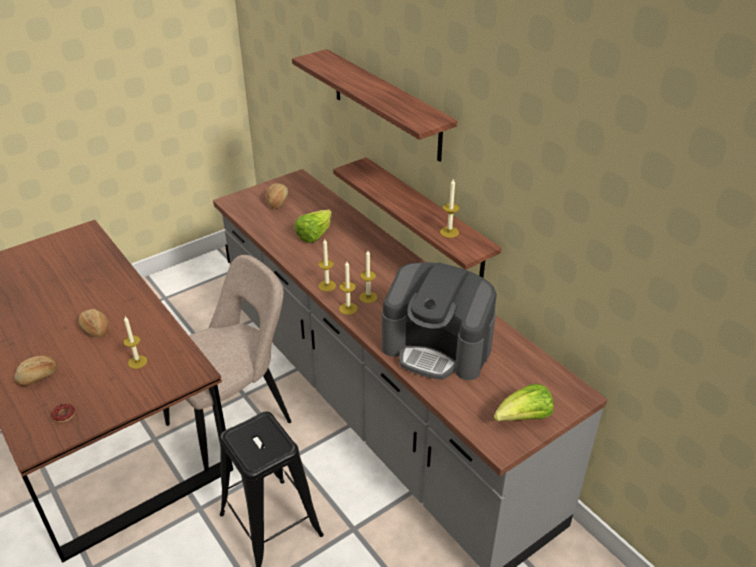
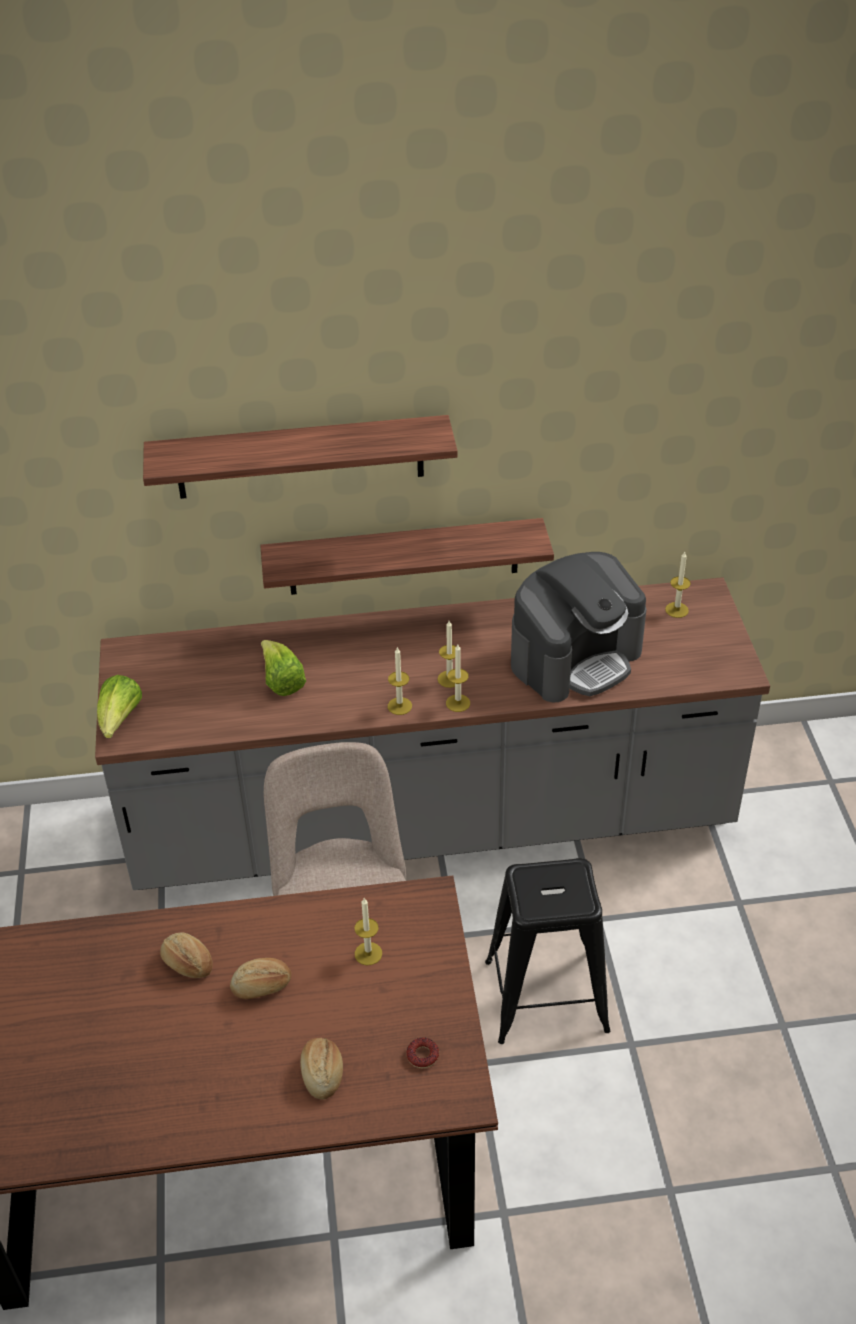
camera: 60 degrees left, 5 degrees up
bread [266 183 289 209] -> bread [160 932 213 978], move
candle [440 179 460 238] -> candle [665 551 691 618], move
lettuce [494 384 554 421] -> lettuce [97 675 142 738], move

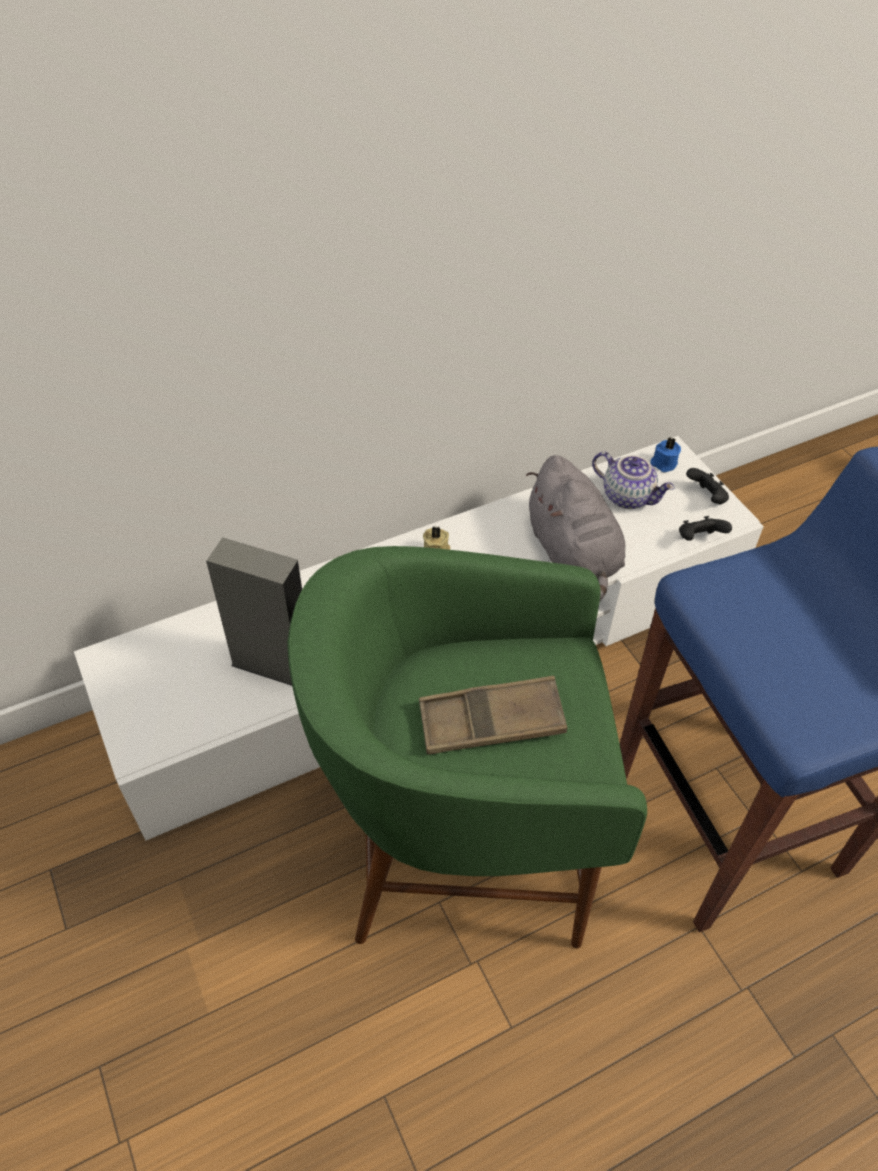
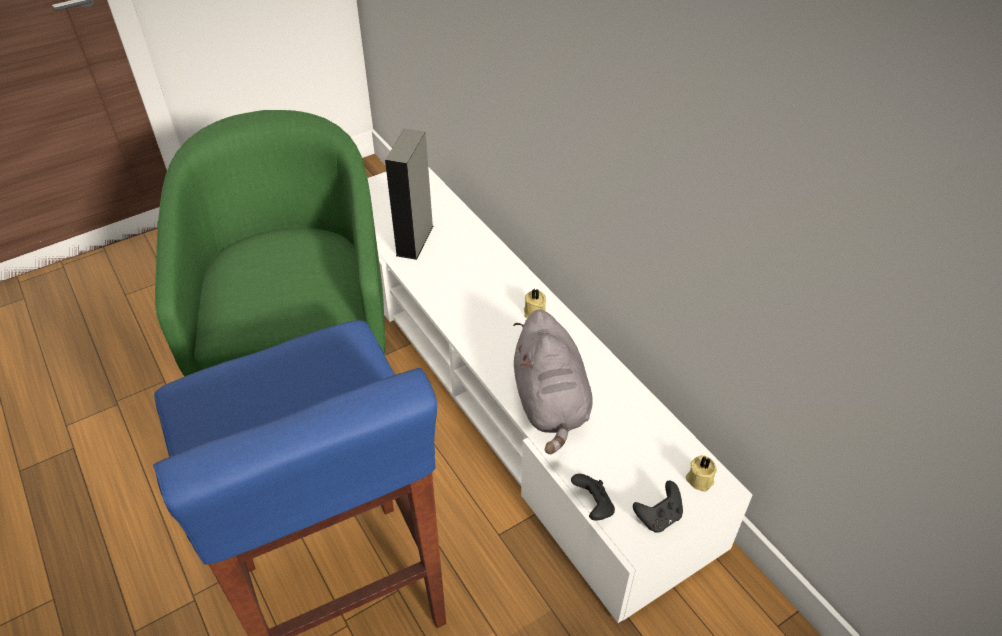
camera: 85 degrees right, 5 degrees down
brown tray [419 676 567 754] -> none
teapot [592 452 675 509] -> none
blue candle [650 437 681 472] -> beige candle [686 455 717 492]
grey plush toy [526 455 625 601] -> grey plush toy [513 310 592 454], 75 degrees counterclockwise

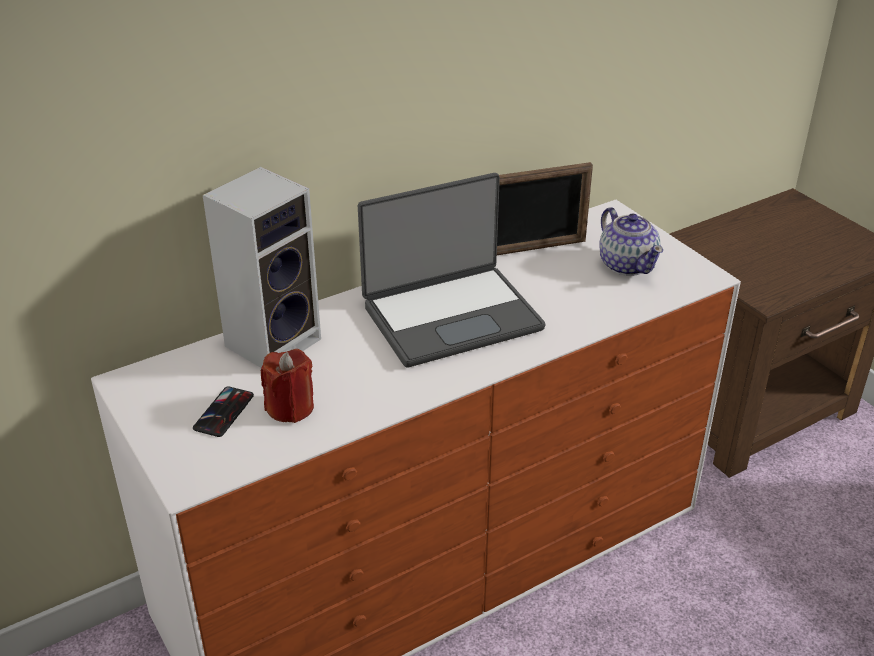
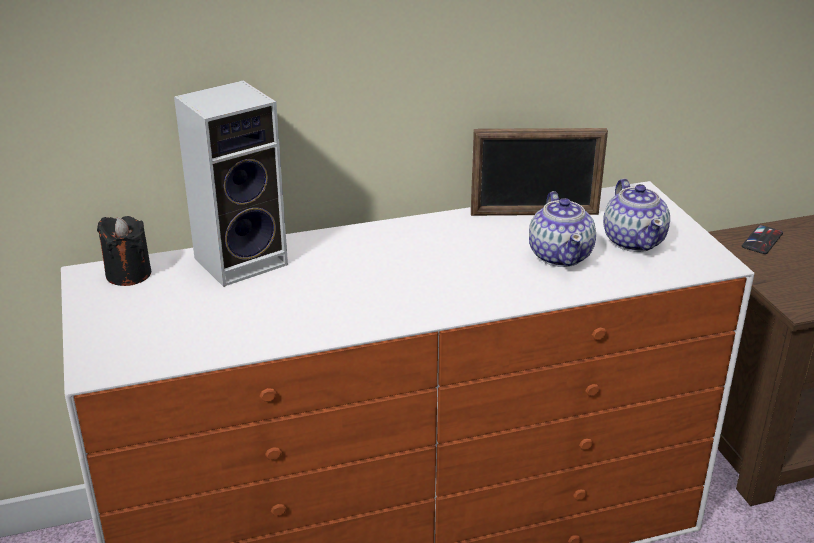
camera: 15 degrees right, 5 degrees down
red candle [261 349 314 423] -> none
laptop [358 173 545 368] -> none
none -> black candle [97 216 151 286]
none -> teapot [529 191 596 267]
phone [193 386 254 437] -> phone [742 225 783 254], move

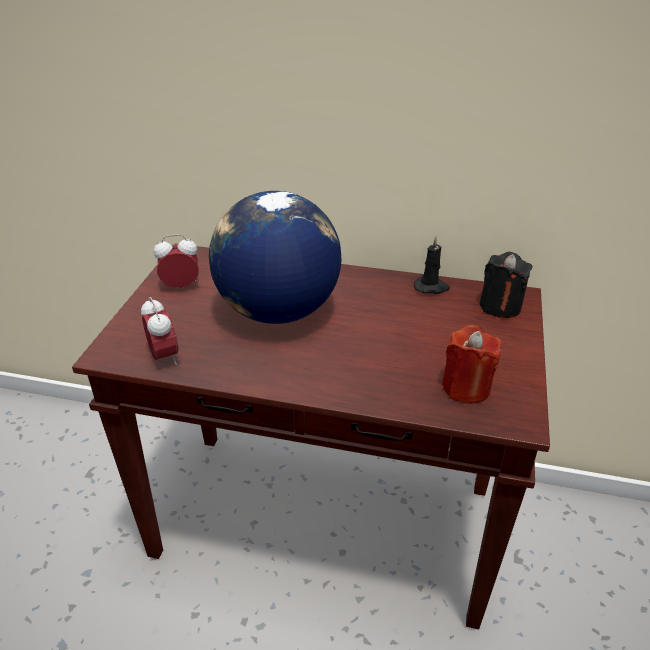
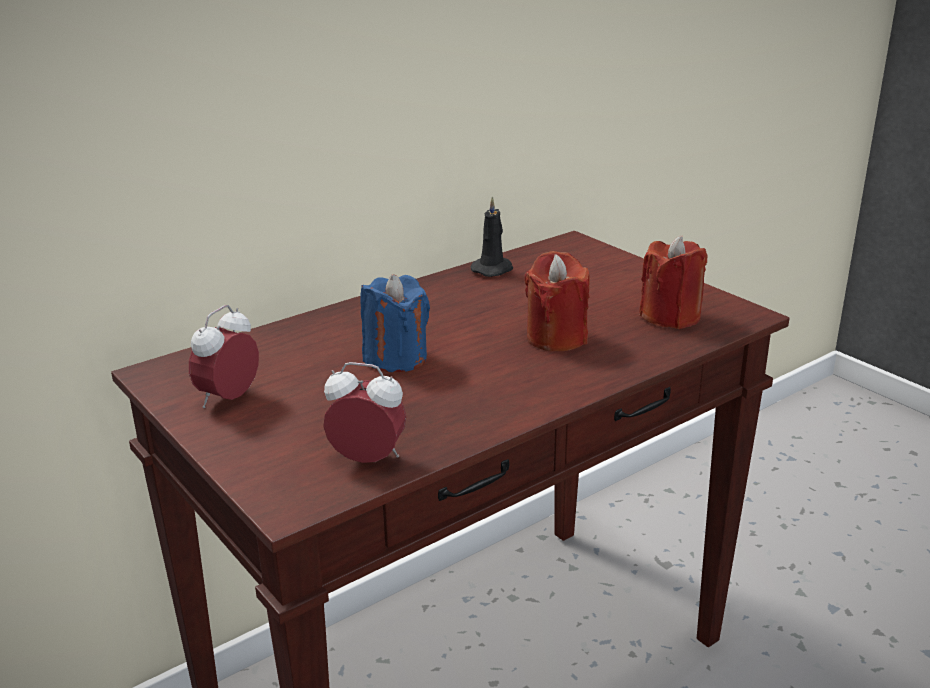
camera: 50 degrees left, 10 degrees down
black candle [480 252 532 318] -> none
none -> red candle [525 251 590 351]
globe [209 191 341 324] -> blue candle [360 274 430 373]

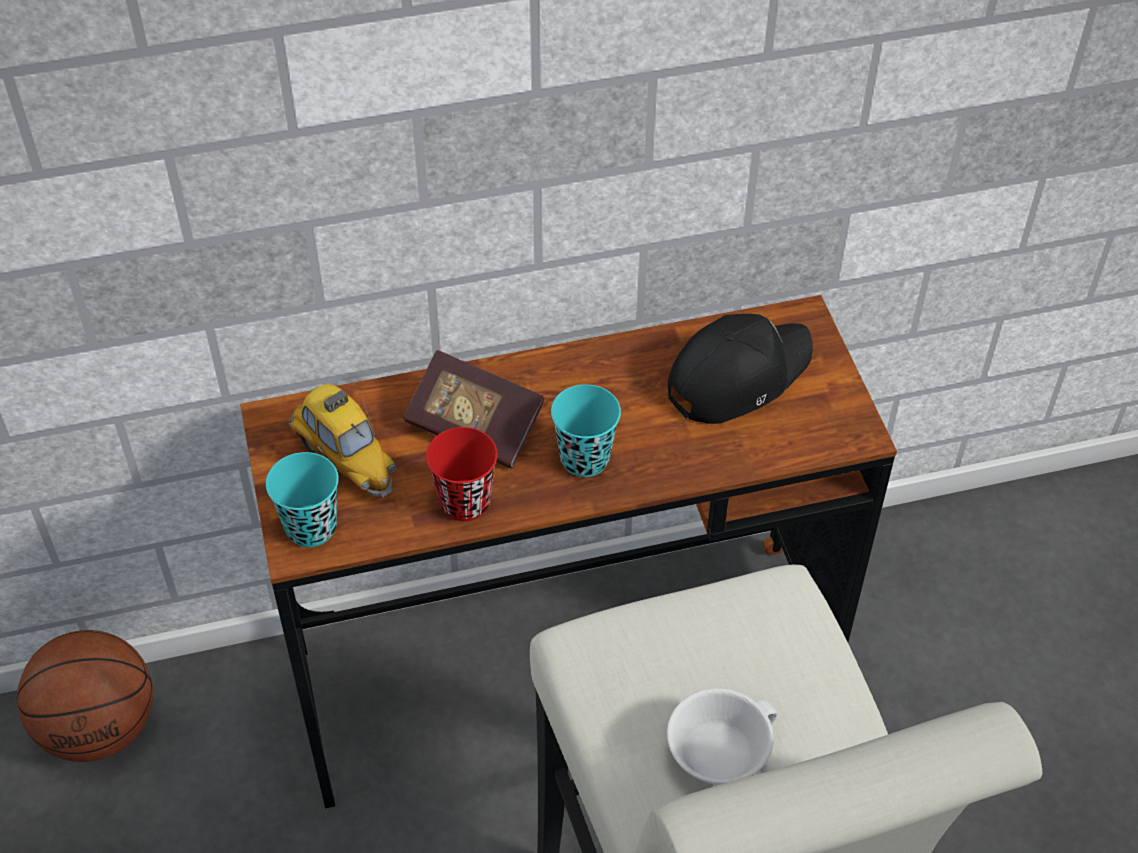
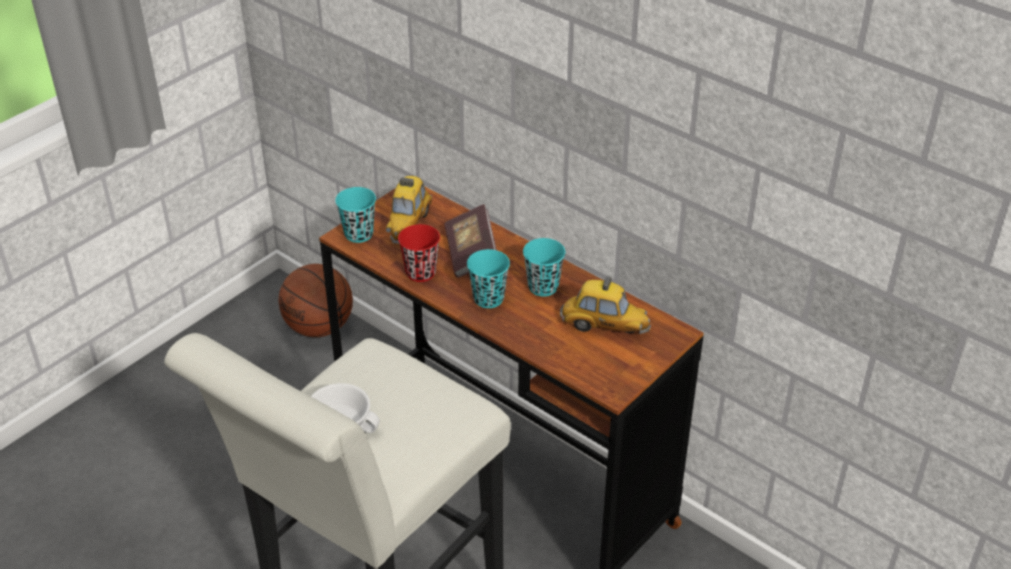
camera: 55 degrees right, 10 degrees down
none -> turquoise cup [523 238 565 297]
black cap [668 314 813 424] -> toy car [560 276 651 334]

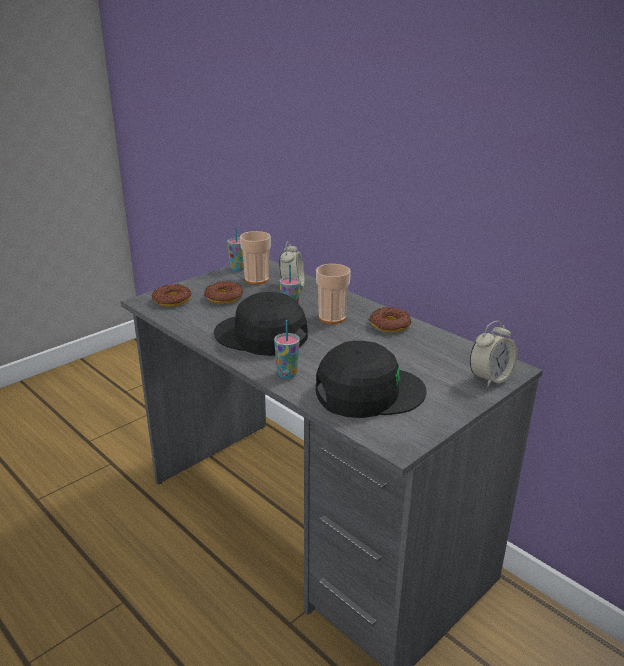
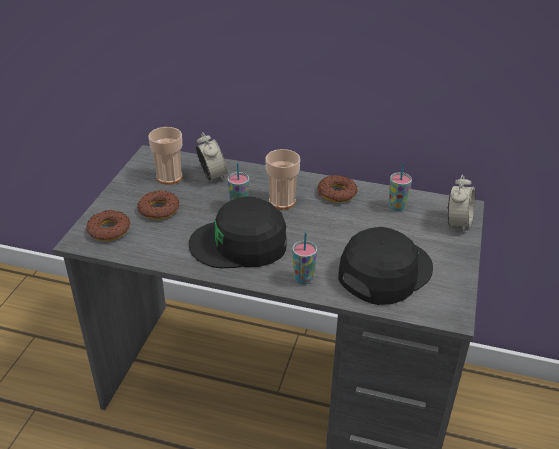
camera: 30 degrees left, 10 degrees up
cup [227 226 244 271] -> cup [389 163 412 211], move

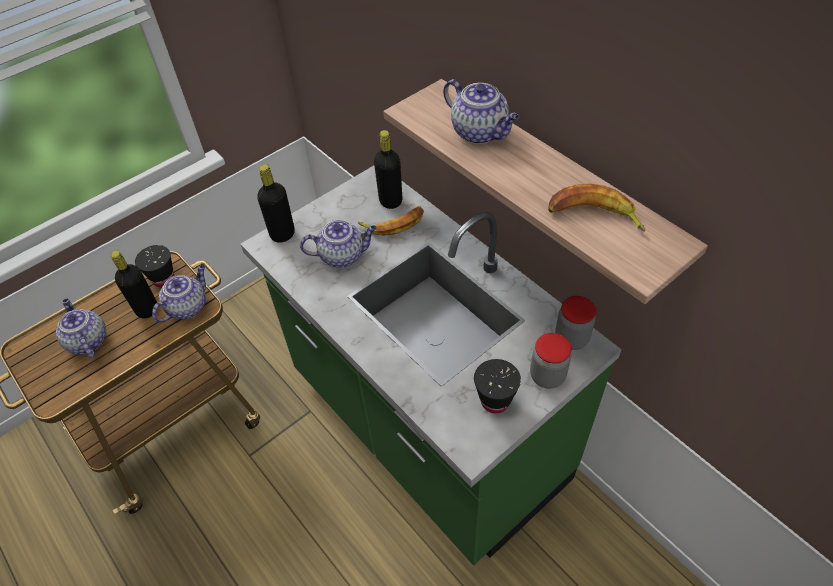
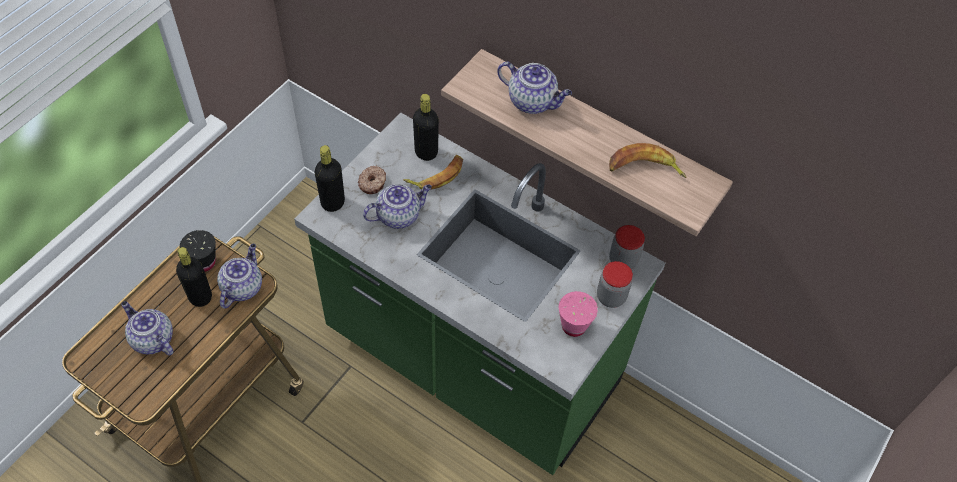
camera: 20 degrees left, 5 degrees up
none -> donut [358 166 386 194]
black cup [474 359 521 414] -> pink cup [559 291 598 337]

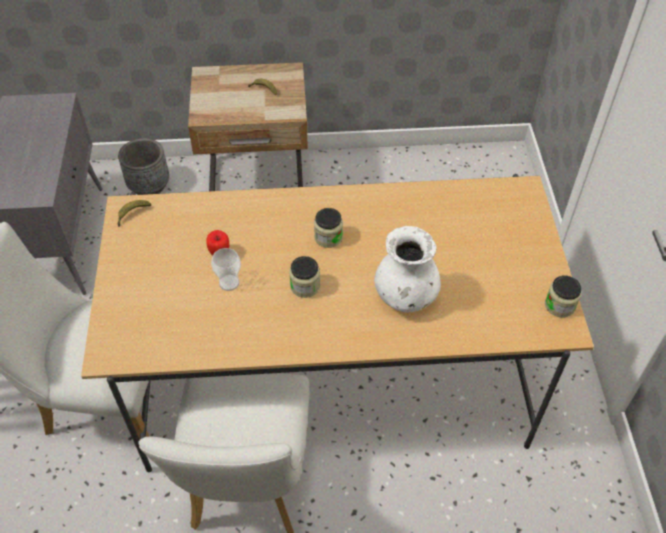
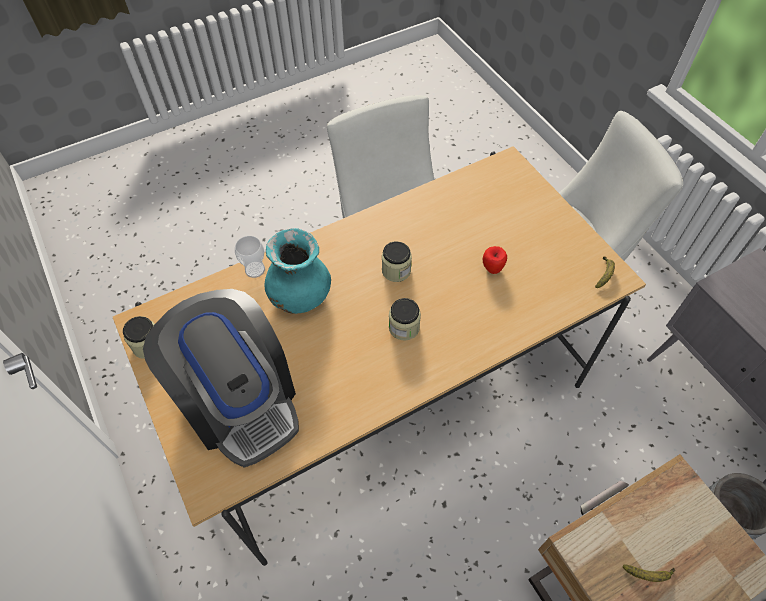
camera: 155 degrees right, 5 degrees up
none -> coffee machine [143 289 299 468]
cup [211 248 241 291] -> cup [235 236 265 278], move
white vase [374 226 441 312] -> turquoise vase [264 228 331 314]

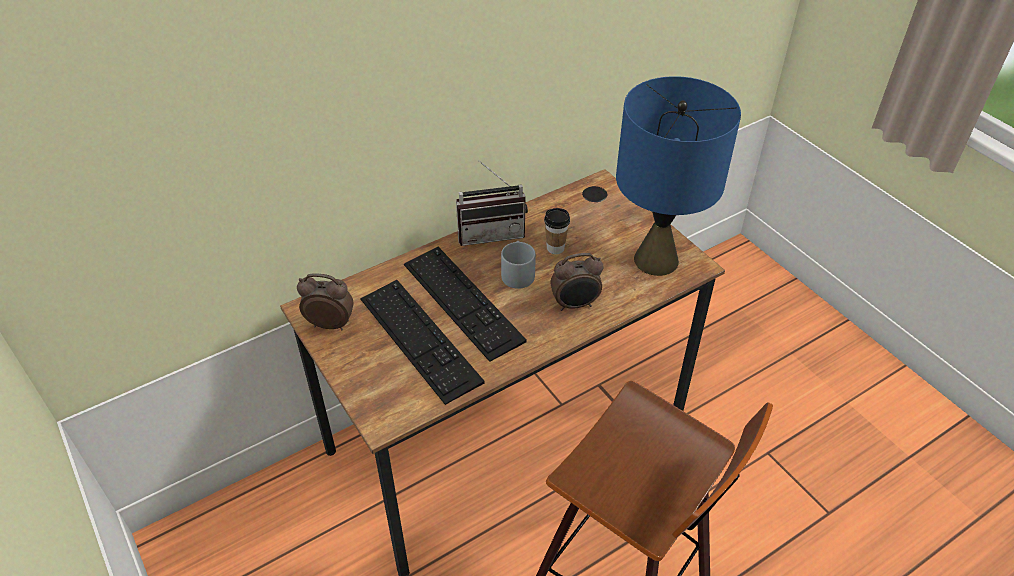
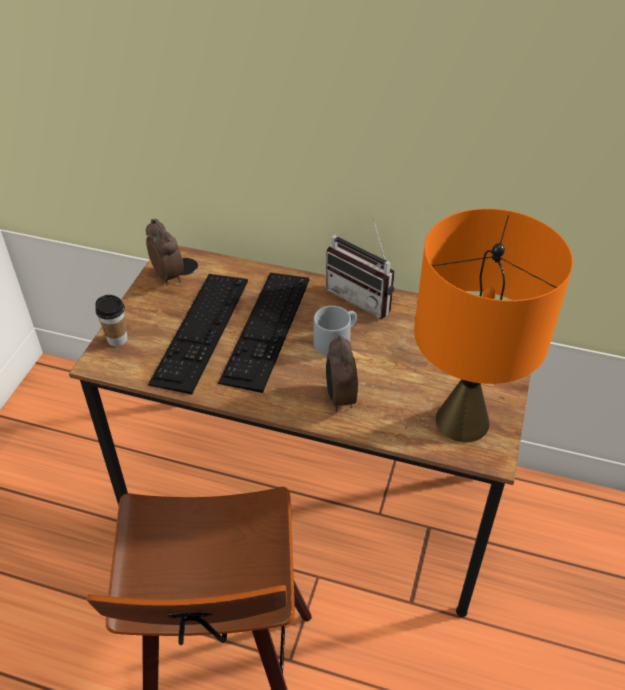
camera: 50 degrees right, 0 degrees up
cup [544 208 570 254] -> cup [95 295 127 346], move
blue table lamp [616 76 741 276] -> orange table lamp [414 209 573 442]
alarm clock [551 253 604 311] -> alarm clock [326 335 358 411], 45 degrees clockwise

